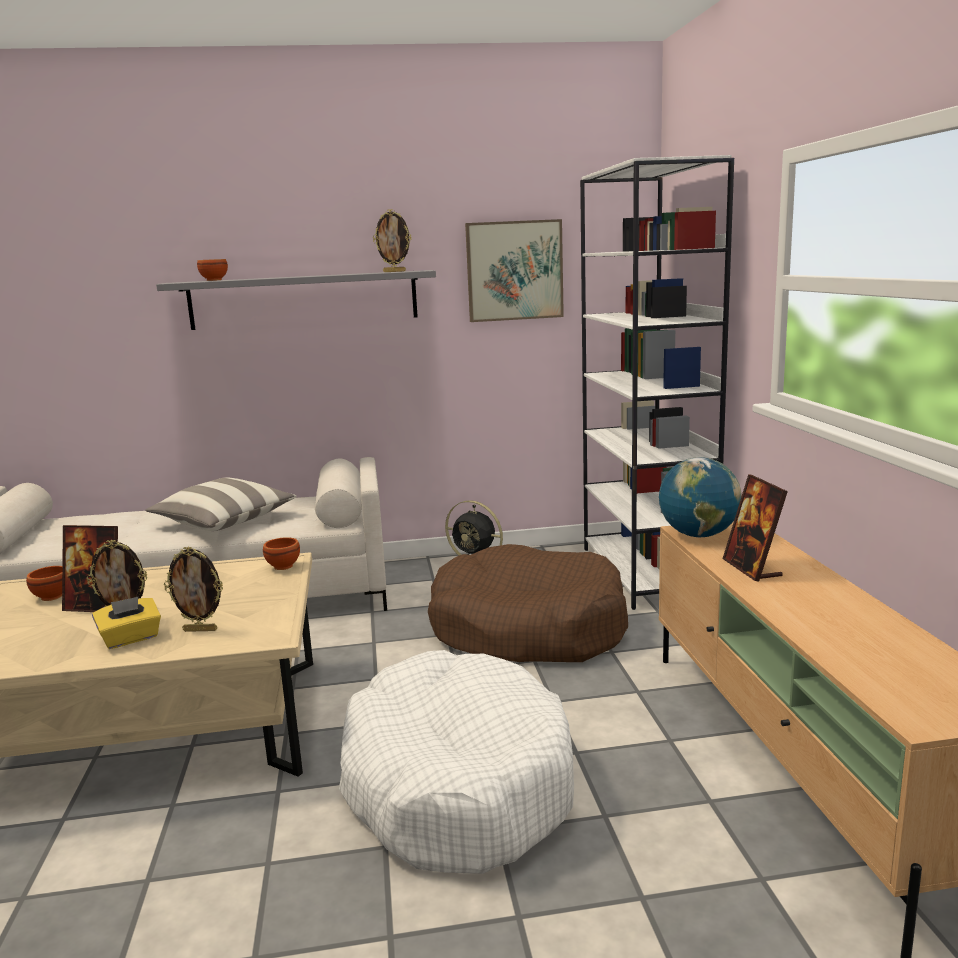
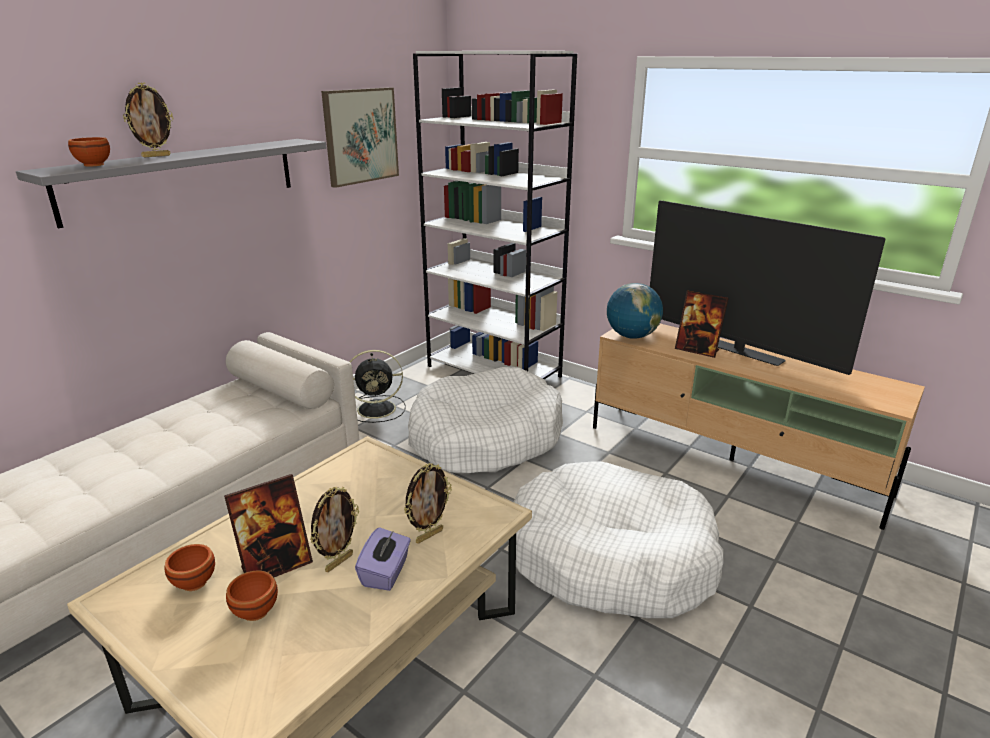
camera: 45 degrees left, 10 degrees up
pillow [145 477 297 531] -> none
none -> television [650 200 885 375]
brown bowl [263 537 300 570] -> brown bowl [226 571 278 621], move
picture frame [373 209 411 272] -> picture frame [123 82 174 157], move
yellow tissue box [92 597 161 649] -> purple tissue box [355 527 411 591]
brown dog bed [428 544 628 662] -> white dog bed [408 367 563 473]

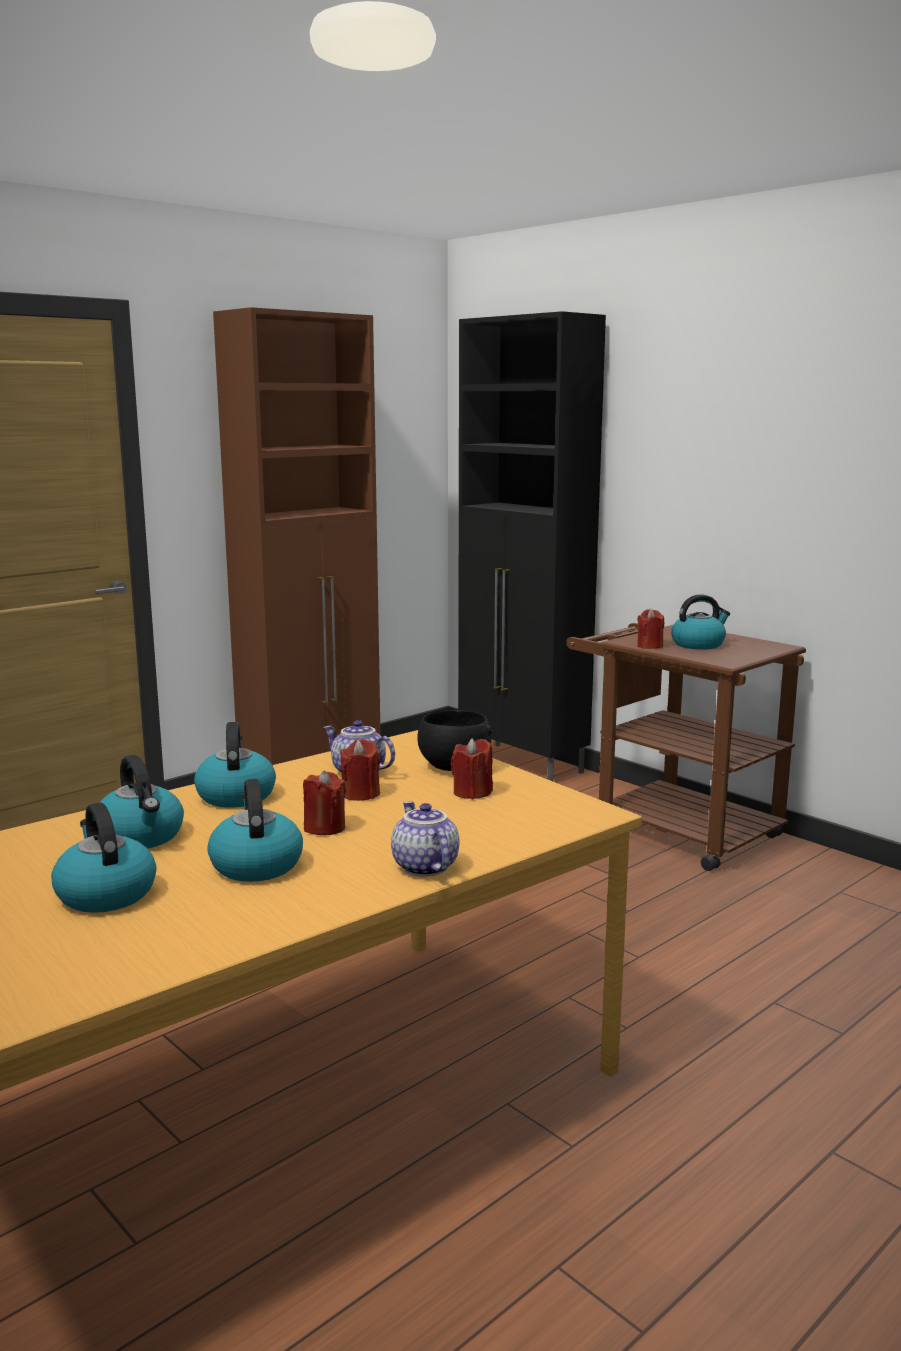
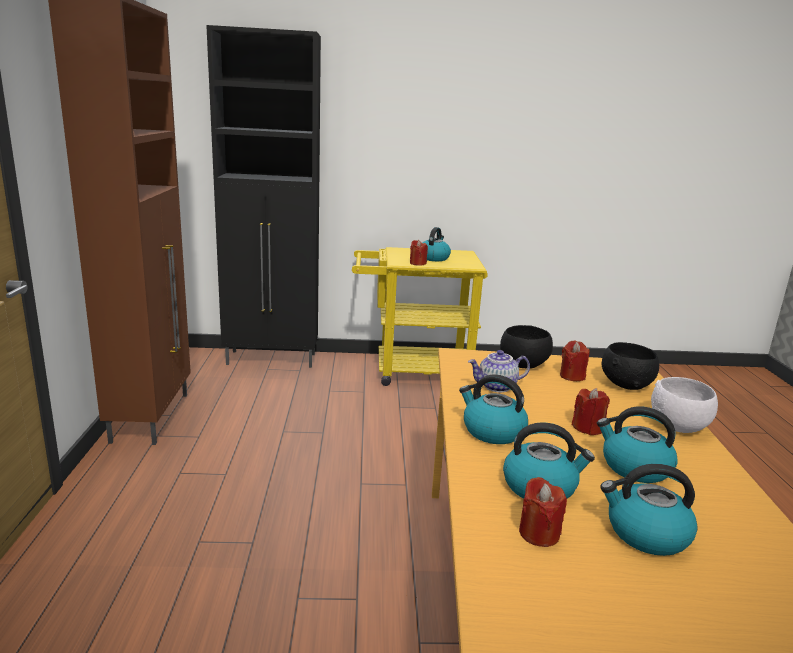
camera: 50 degrees left, 5 degrees up
none -> black bowl [602 342 659 390]
red candle [340 739 380 801] -> red candle [519 477 567 547], move
teapot [391 801 459 877] -> white bowl [651 377 718 433]
brown cart [566 623 806 871] -> yellow cart [352 247 488 386]

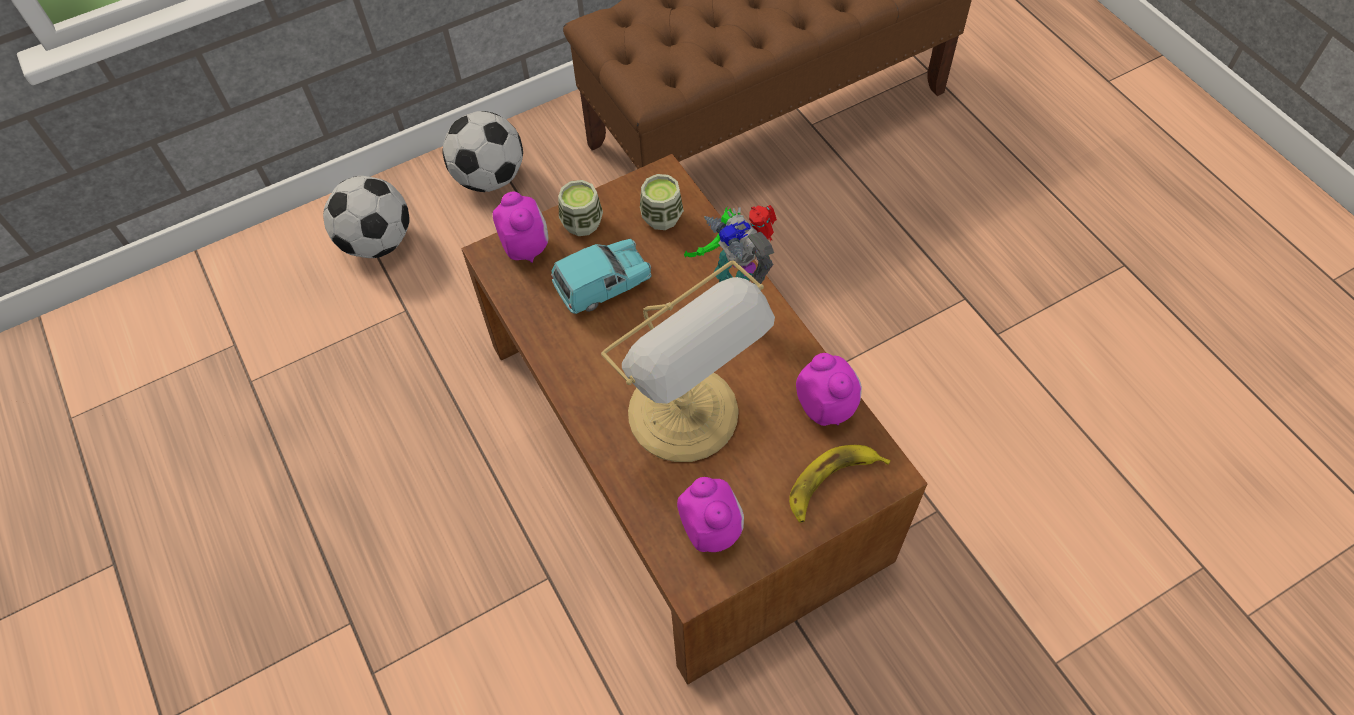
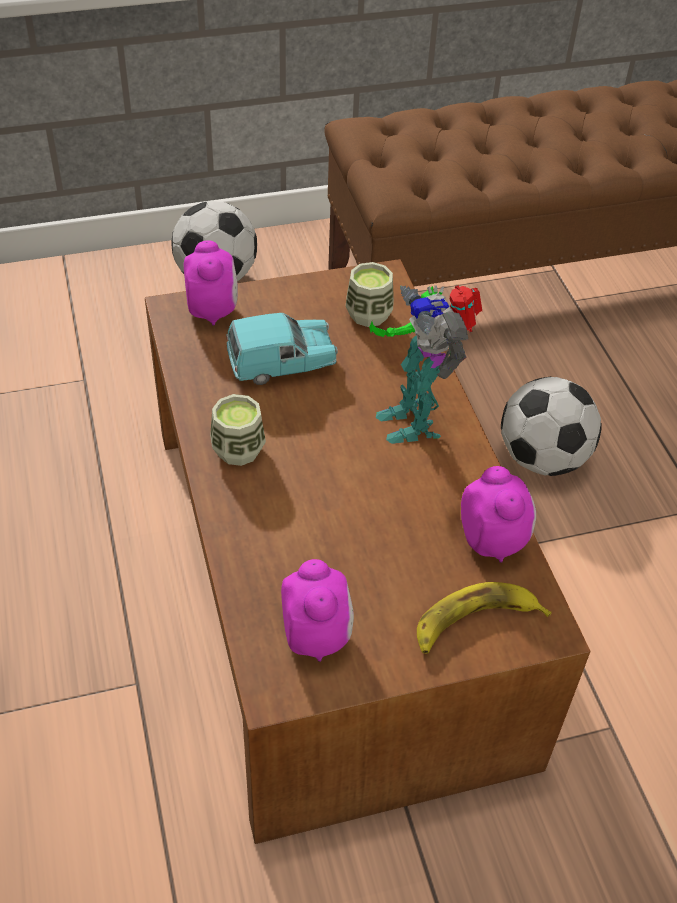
camera: 10 degrees right, 10 degrees down
table lamp [601 260 775 462] -> none
football [323 176 409 258] -> football [501 377 602 476], move
cup [558 180 603 236] -> cup [210 394 266 466], move

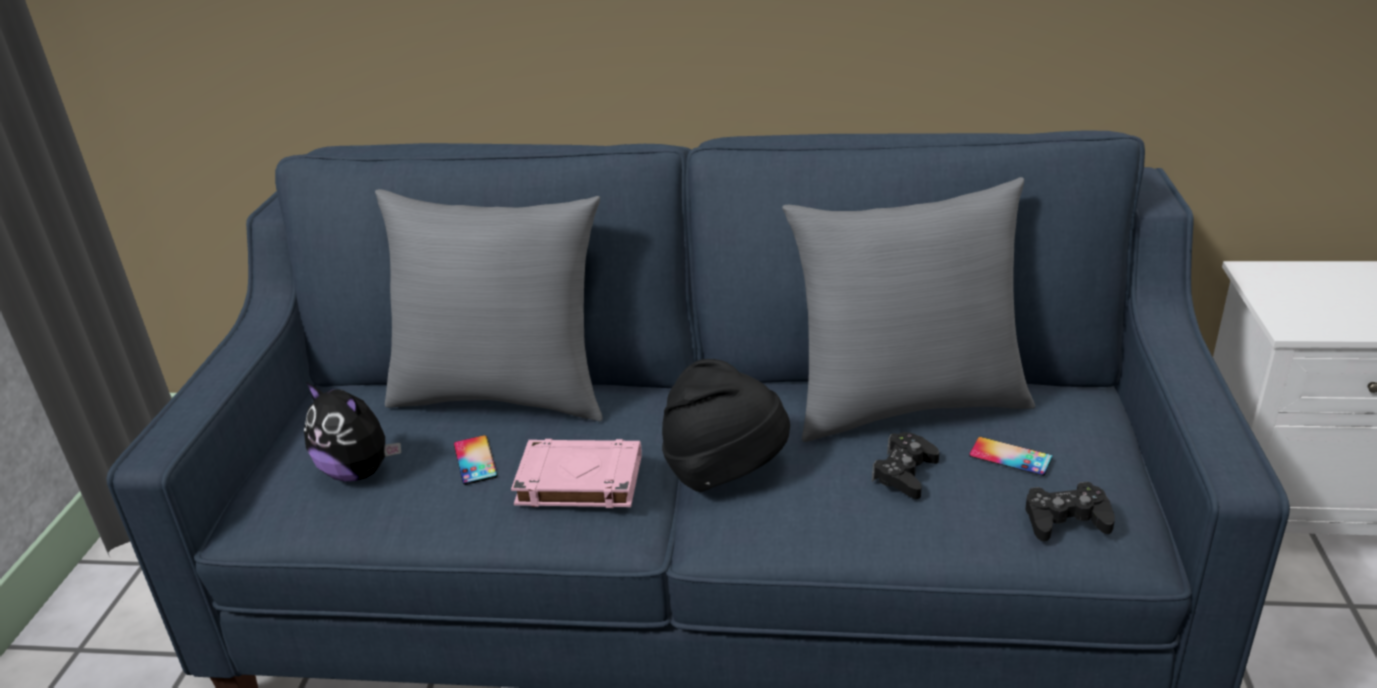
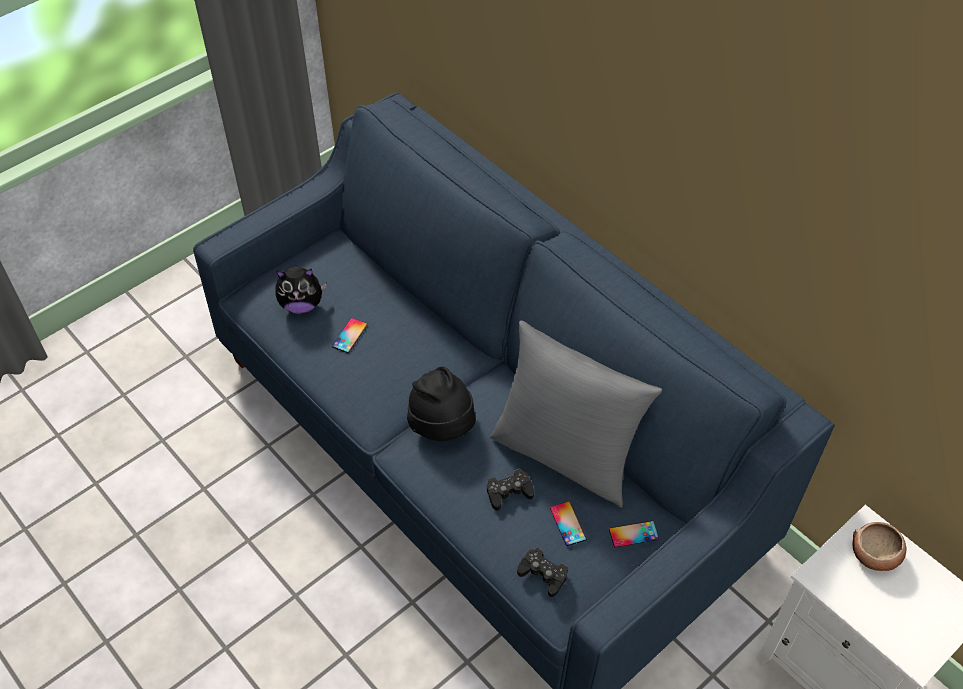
camera: 40 degrees right, 20 degrees up
grey pillow [375 189 603 421] -> none
pink book [511 439 642 508] -> none
none -> phone [609 521 659 547]
none -> bowl [852 522 906 571]
plush toy [304 382 401 481] -> plush toy [275 267 326 314], 75 degrees counterclockwise

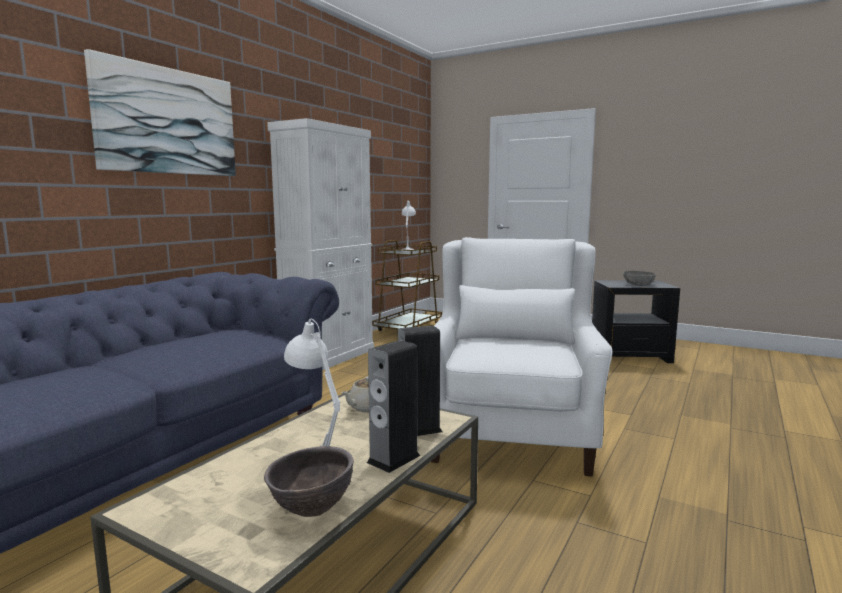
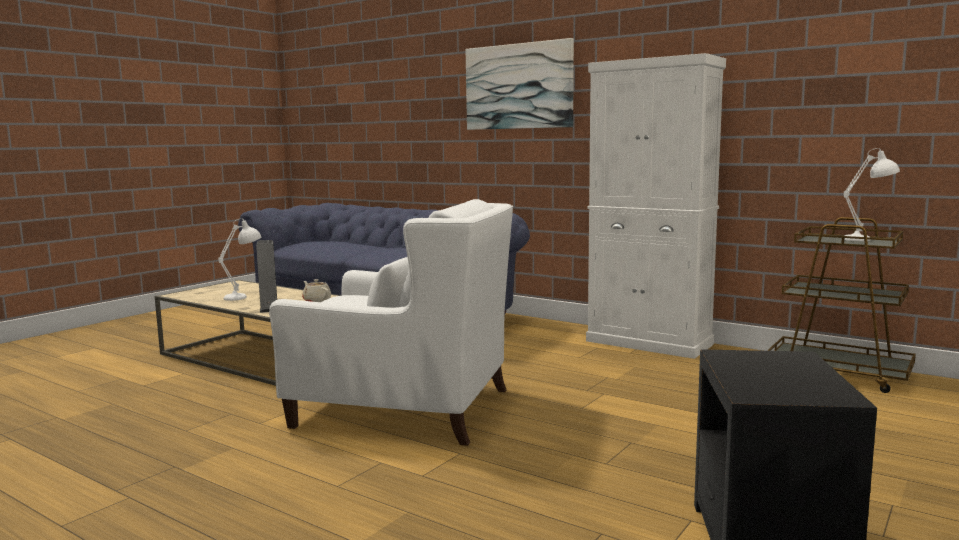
camera: 95 degrees right, 0 degrees up
brown bowl [264 446 354 517] -> none
speaker [367 340 420 473] -> none
grey bowl [623 271 656 286] -> none

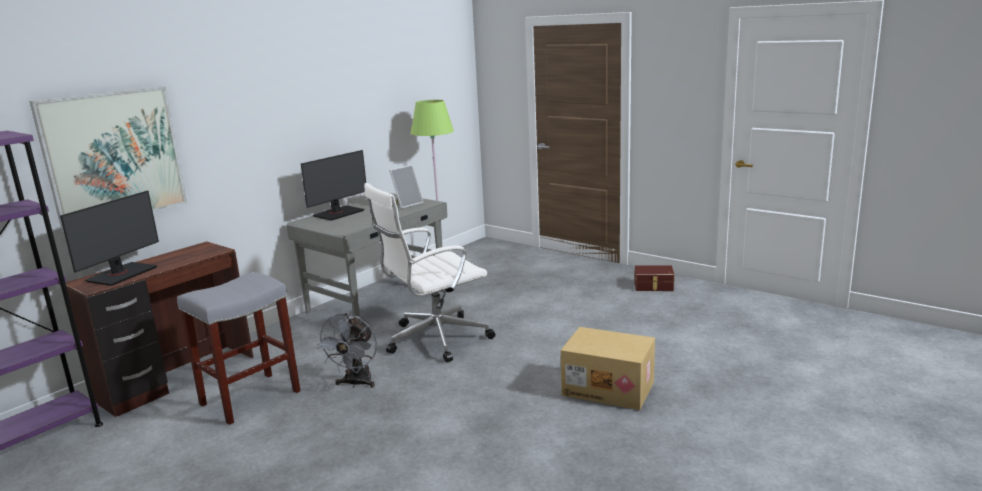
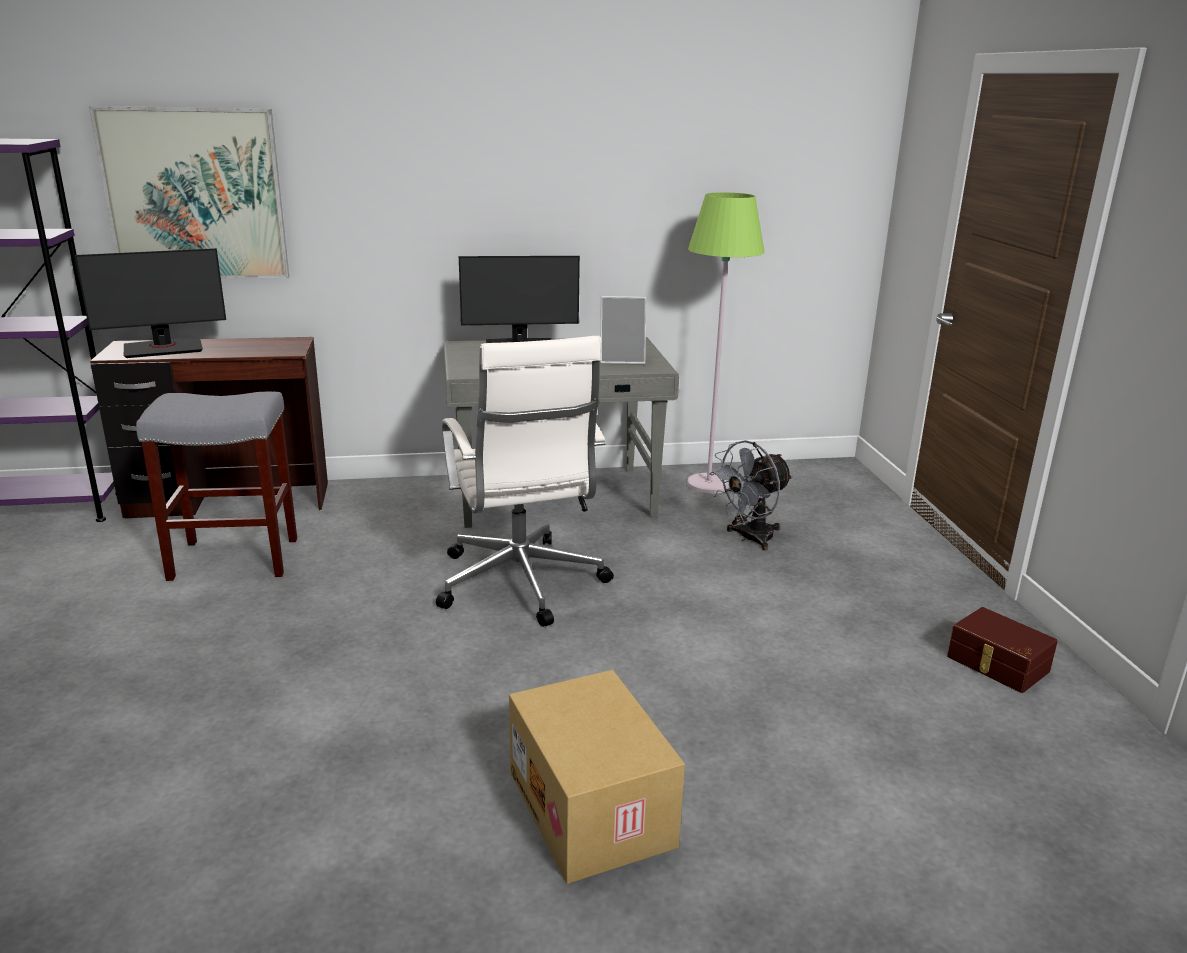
camera: 40 degrees right, 5 degrees up
grey fan [315 313 377 388] -> grey fan [710 440 793 550], move
white office chair [364 183 496 362] -> white office chair [436 336 614 627], 120 degrees counterclockwise

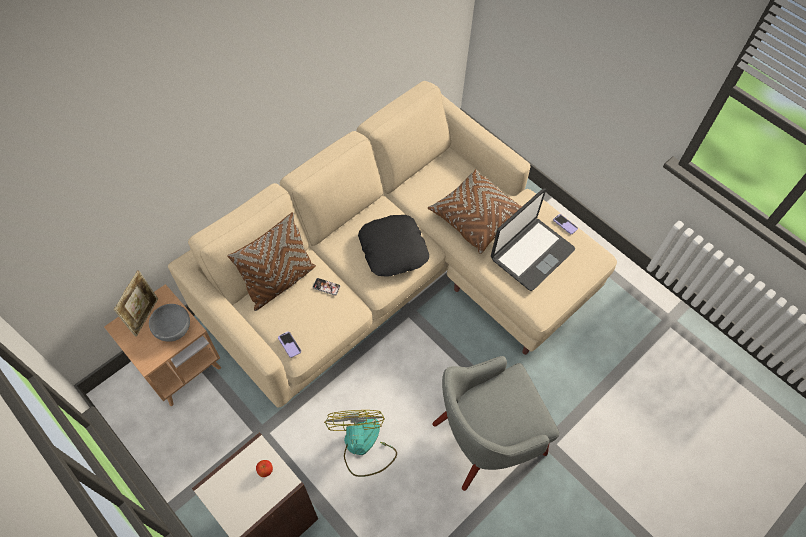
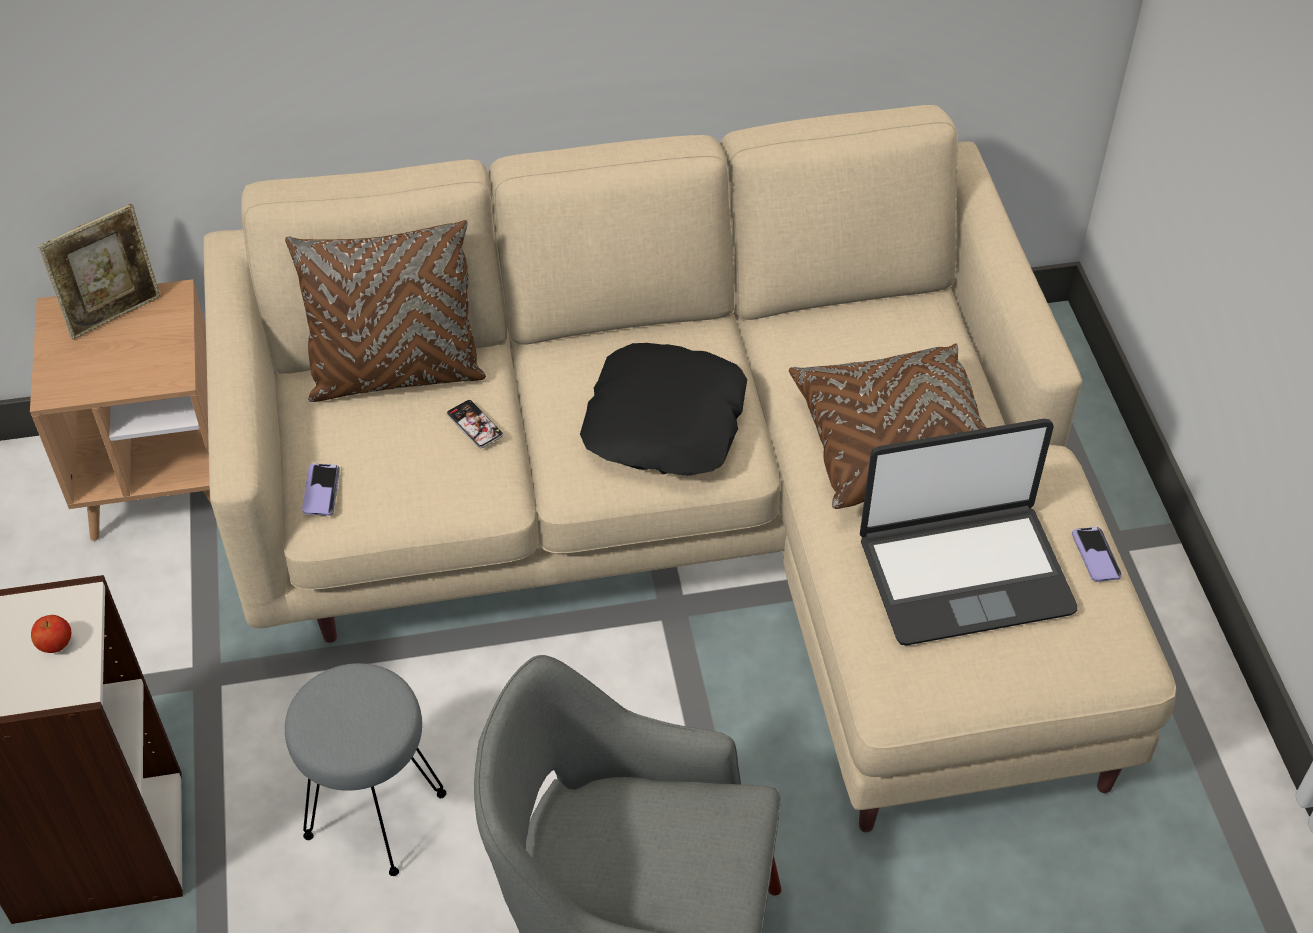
camera: 35 degrees right, 10 degrees down
grey bowl [149 304 190 342] -> none
fan [324 410 397 477] -> grey stool [285 663 446 876]

